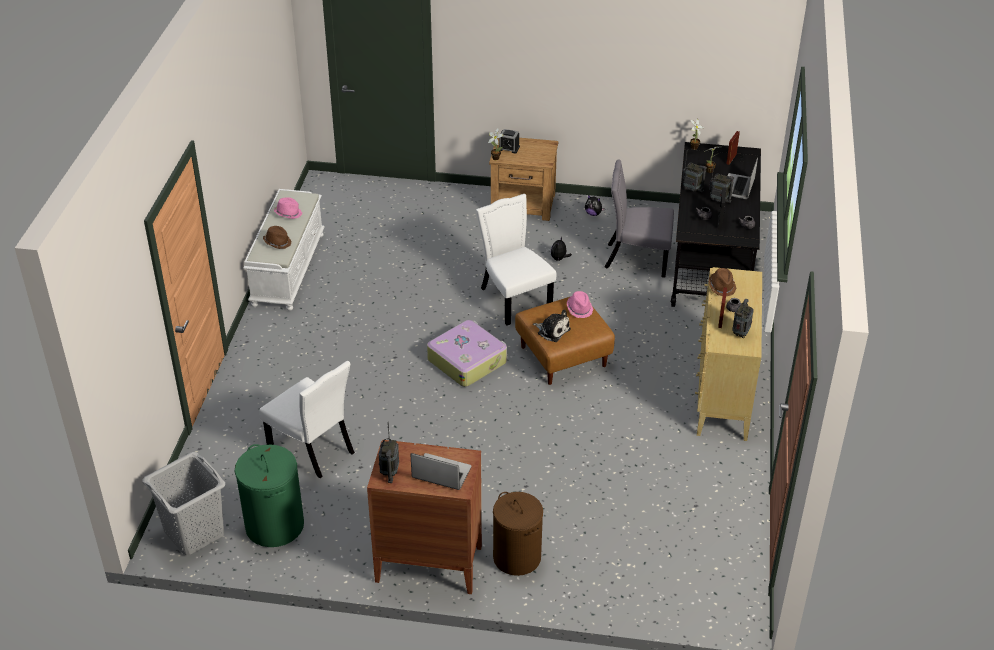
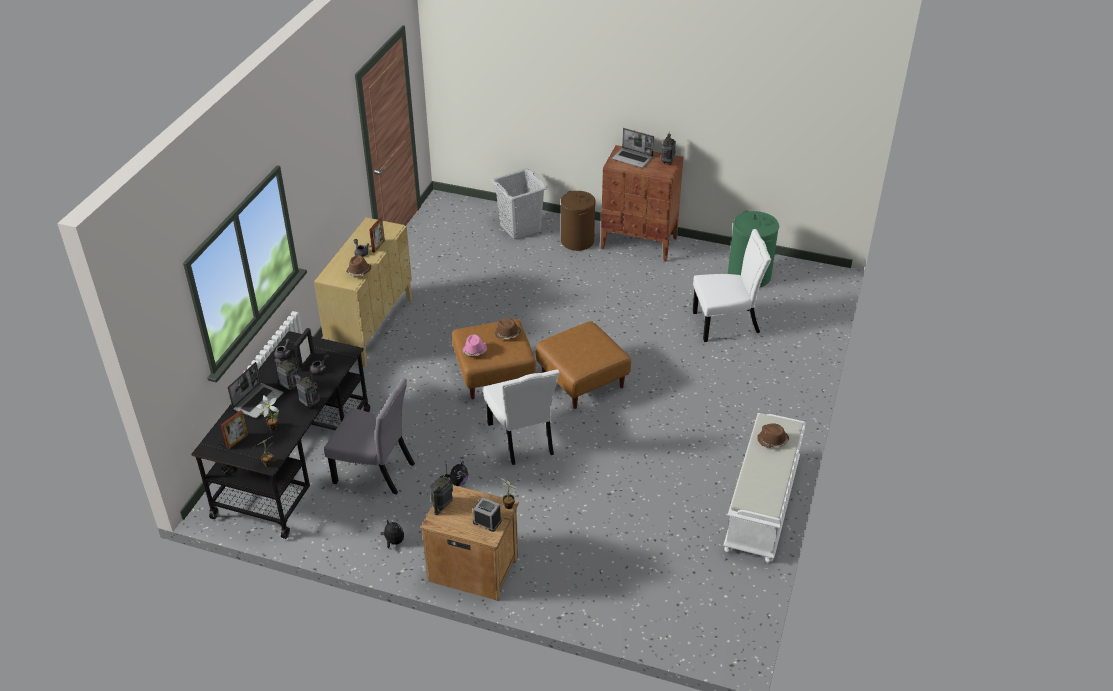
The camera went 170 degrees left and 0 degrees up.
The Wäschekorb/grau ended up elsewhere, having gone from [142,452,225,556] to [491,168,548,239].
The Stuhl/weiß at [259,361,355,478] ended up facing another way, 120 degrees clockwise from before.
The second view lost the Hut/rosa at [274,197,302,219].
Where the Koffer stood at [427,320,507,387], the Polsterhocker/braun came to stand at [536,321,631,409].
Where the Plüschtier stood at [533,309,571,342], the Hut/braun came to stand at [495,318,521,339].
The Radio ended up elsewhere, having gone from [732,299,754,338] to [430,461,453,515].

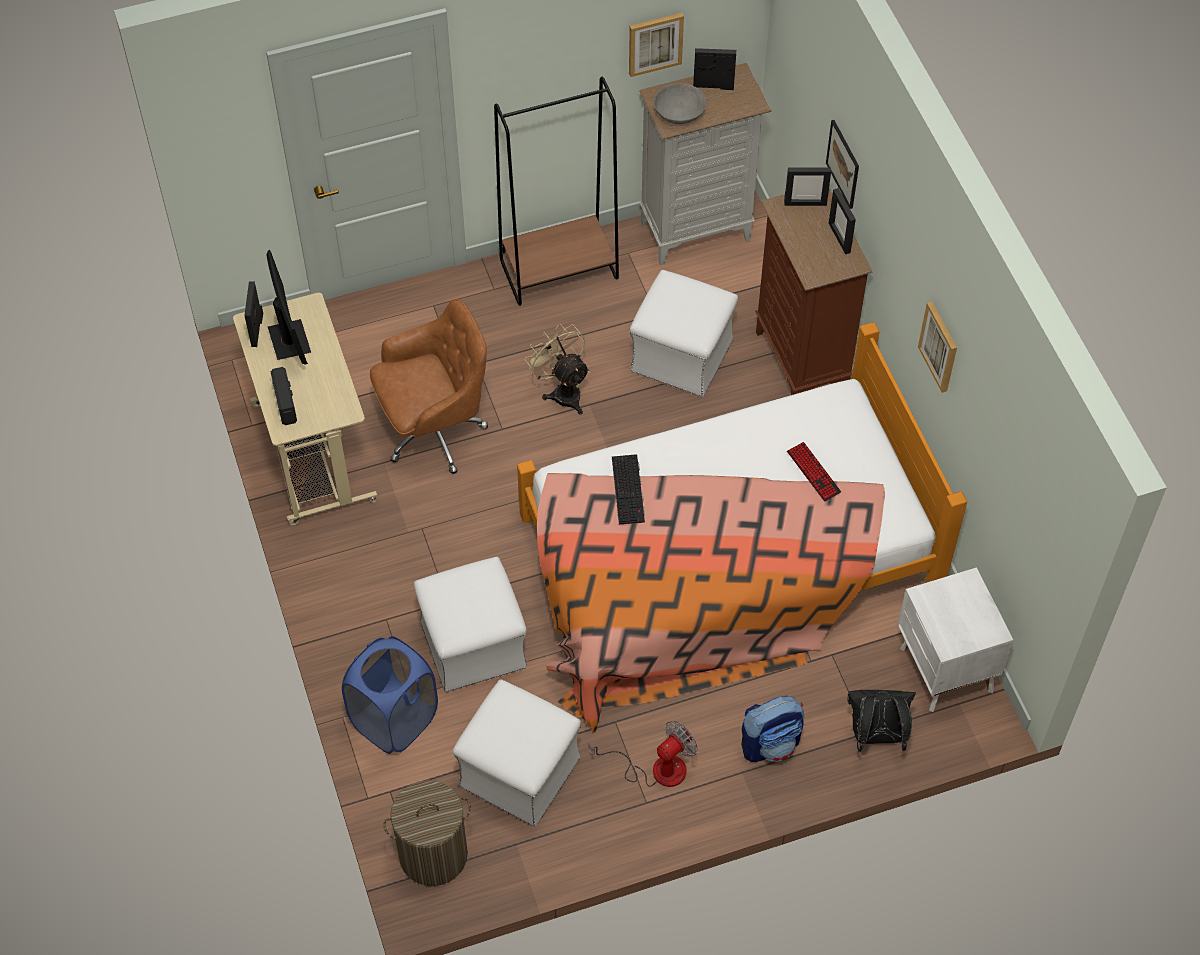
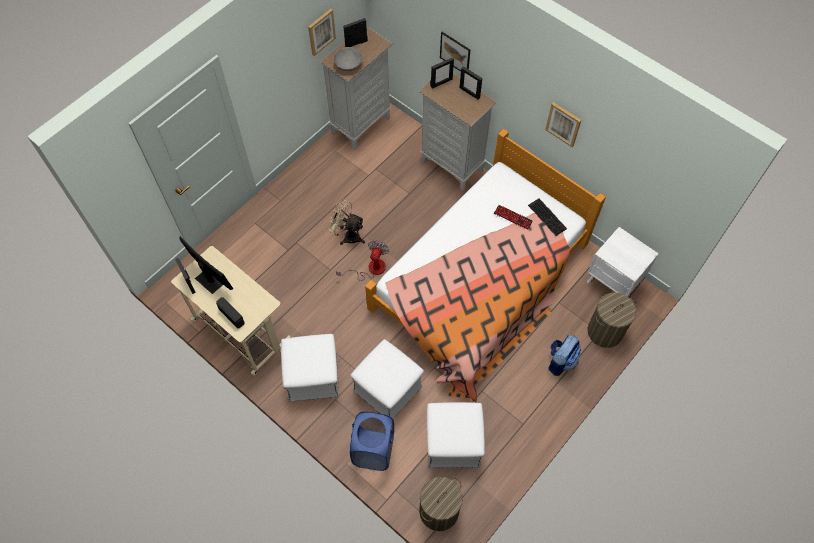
The camera went 30 degrees left and 5 degrees up.
The second view lost the Bürostuhl/braun at [370,299,488,474].
The second view lost the Kleiderständer at [494,77,619,306].
The Ventilator ended up elsewhere, having gone from [589,721,698,787] to [336,240,389,281].
The Tastatur ended up elsewhere, having gone from [612,454,645,524] to [528,198,567,236].
The Polsterhocker/weiß ended up elsewhere, having gone from [630,270,738,397] to [281,334,339,402].
What was the Kommode/braun at [755,188,872,395] turned into the Kommode/weiß at [419,74,496,191].
Where the Rucksack/schwarz stood at [848,690,916,752], the Wäschekorb came to stand at [588,292,637,348].

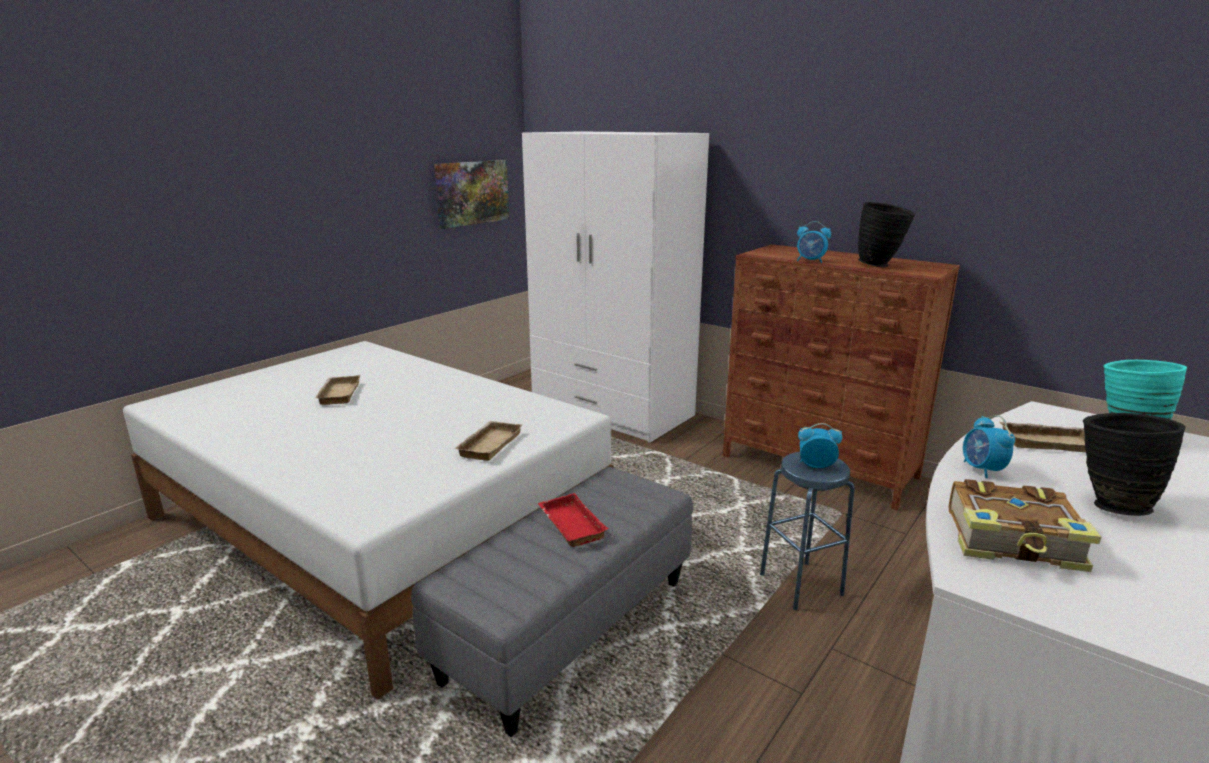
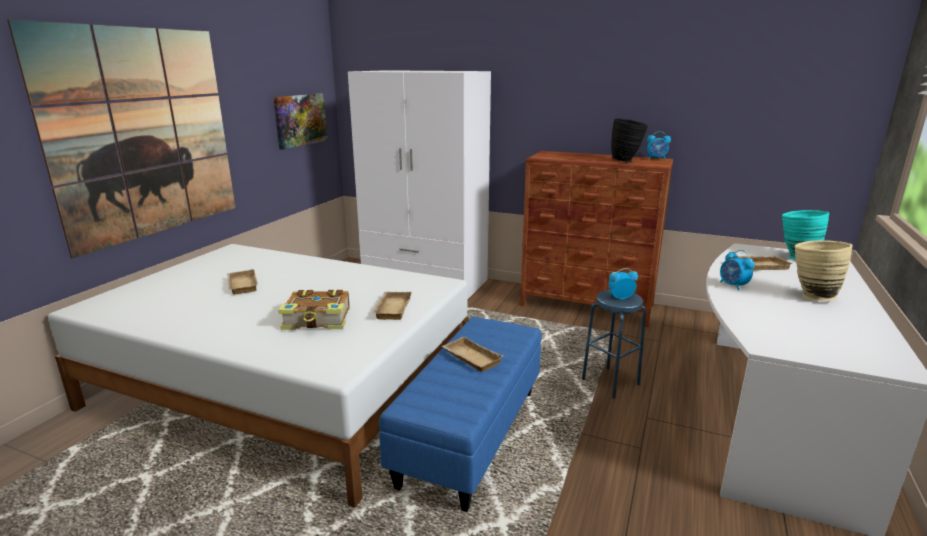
The camera went 15 degrees left and 0 degrees up.
What was the Polsterhocker/grau at [411,467,693,737] turned into the Polsterhocker/blau at [379,317,542,512].
What was the Tablett/rot at [538,493,609,547] turned into the Tablett/beige at [442,336,504,372].
The Wecker ended up elsewhere, having gone from [797,221,831,263] to [647,131,671,160].
The Buch ended up elsewhere, having gone from [949,479,1101,572] to [278,290,350,330].
What was the Vase/schwarz at [1083,413,1186,516] turned into the Vase/beige at [794,240,853,301].
The second view gained the Bild at [7,19,235,259].

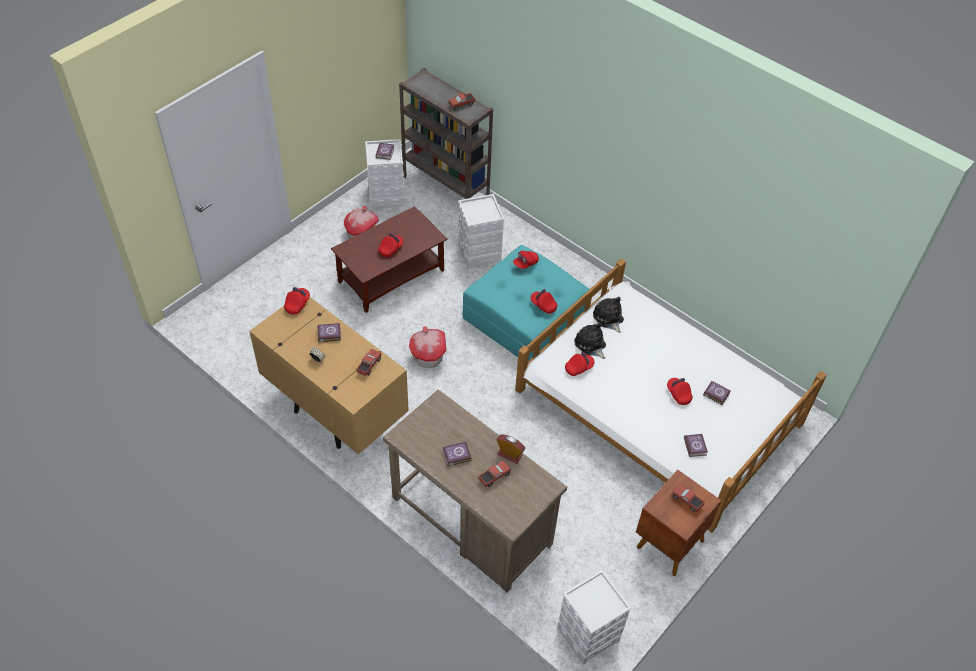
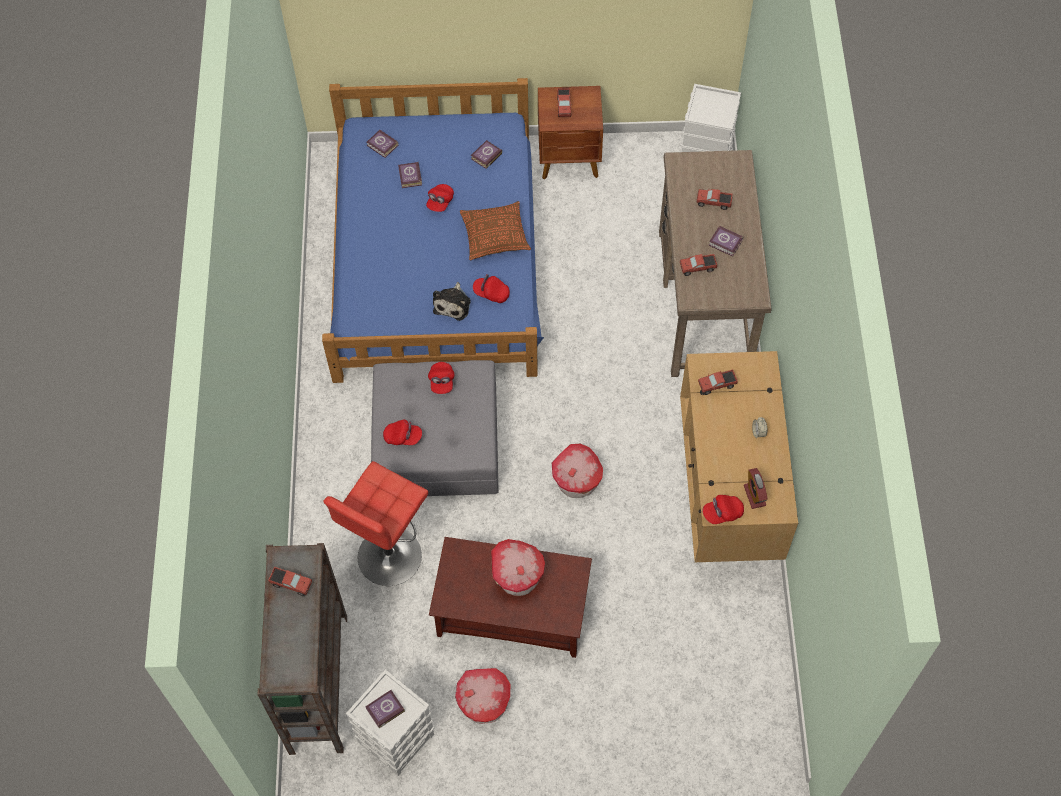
The camera went 130 degrees left and 10 degrees up.
The Buch ended up elsewhere, having gone from [317,323,341,342] to [367,129,398,158].
Where the Kappe/rot stood at [379,233,403,257], the Spielzeughaus came to stand at [491,539,545,596].
Where the Aufbewahrungsbox/weiß stood at [458,194,504,269], the Hocker/rot came to stand at [323,461,428,586].
What was the Polsterhocker/türkis at [463,245,590,361] turned into the Polsterhocker/grau at [371,360,499,496].
The Wecker ended up elsewhere, having gone from [497,435,525,464] to [744,468,767,509].
What was the Bett/weiß at [515,259,827,533] turned into the Bett/blau at [322,78,544,383].
The second view lost the Plüschtier at [593,297,624,333].
The second view gained the Kissen/braun at [460,201,531,260].
The second view gained the Spielzeuglaster at [680,254,717,276].

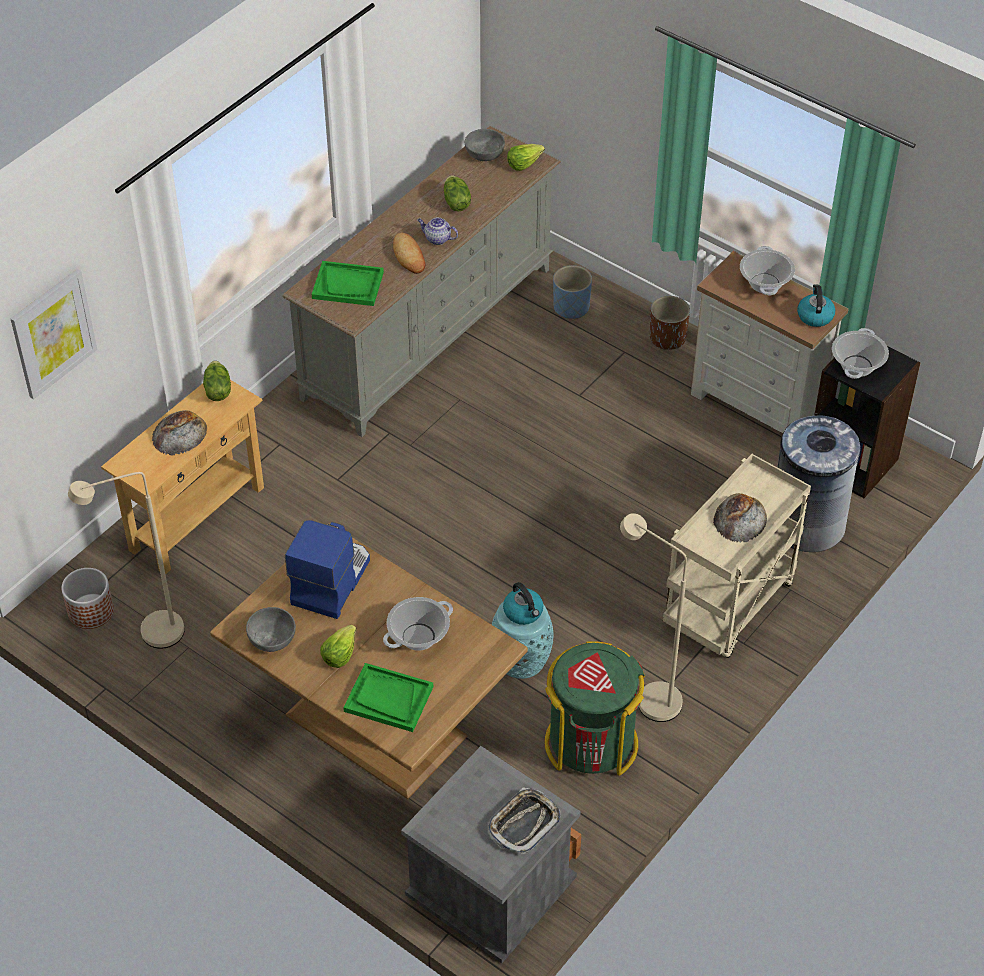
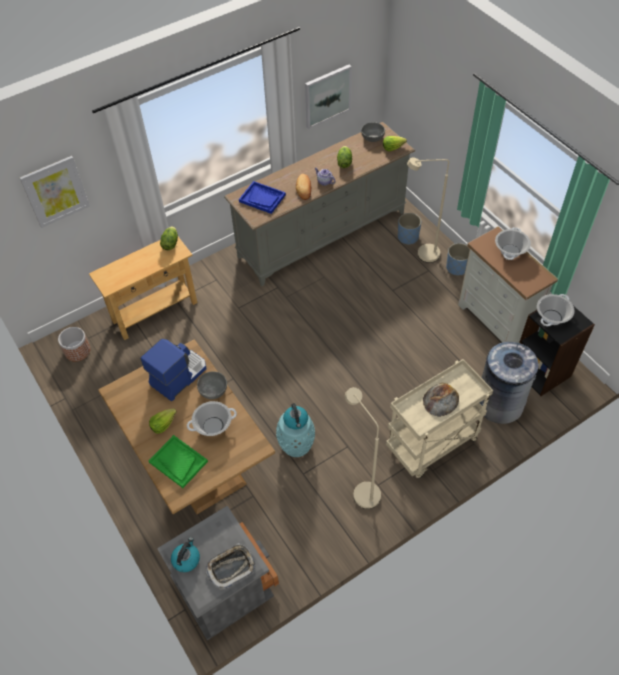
The camera went 20 degrees right and 5 degrees up.
The Stehlampe/beige ended up elsewhere, having gone from [68,472,184,649] to [407,157,449,263].
The second view lost the Brot at [152,410,207,456].
The Schüssel/grau ended up elsewhere, having gone from [246,607,296,652] to [197,371,227,399].
What was the Tablett/grün at [312,261,384,306] turned into the Tablett/blau at [239,181,286,214].
The second view lost the Mülleimer/grün at [545,641,645,776].
What was the Pflanzkübel/braun at [650,296,690,350] turned into the Pflanzkübel/blau at [446,243,470,275].
The Wasserkessel ended up elsewhere, having gone from [797,284,835,327] to [171,537,200,572].
The second view gained the Bild at [305,64,352,129].

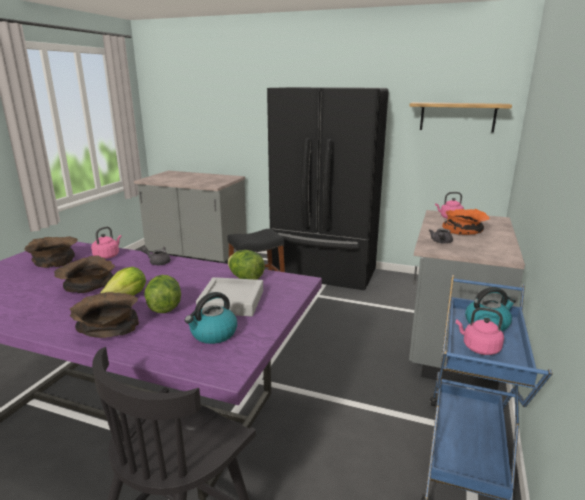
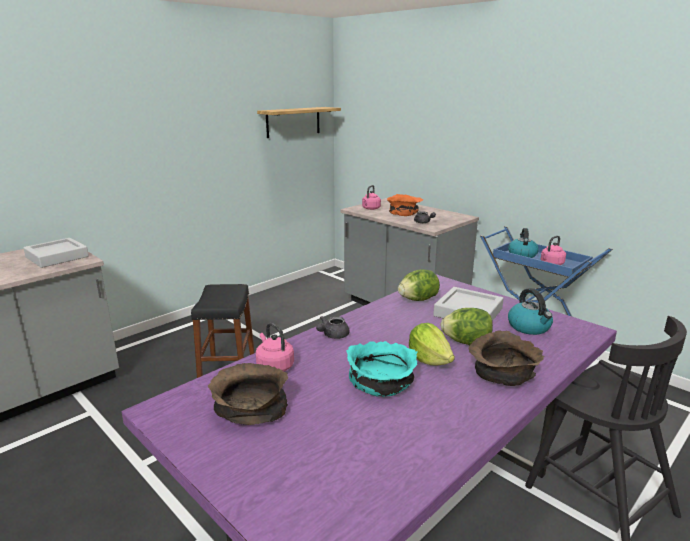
The camera went 65 degrees left and 0 degrees up.
What was the Schüssel/braun at [54,255,115,293] turned into the Schüssel/türkis at [346,341,418,397].
The second view lost the Kühlschrank/schwarz at [267,87,389,290].
The second view gained the Tablett/grau at [23,238,89,268].

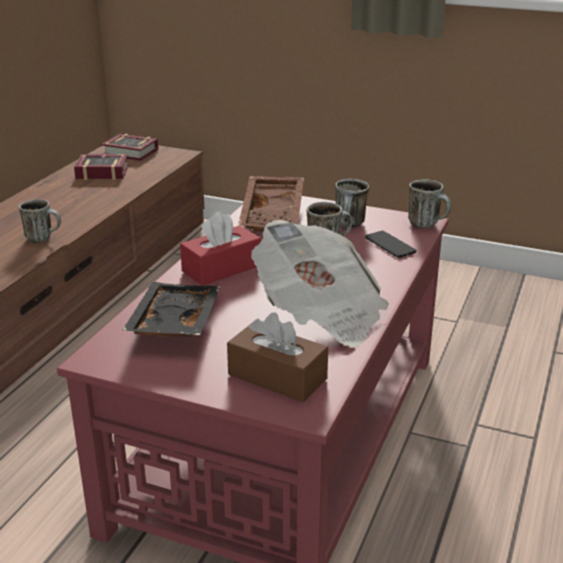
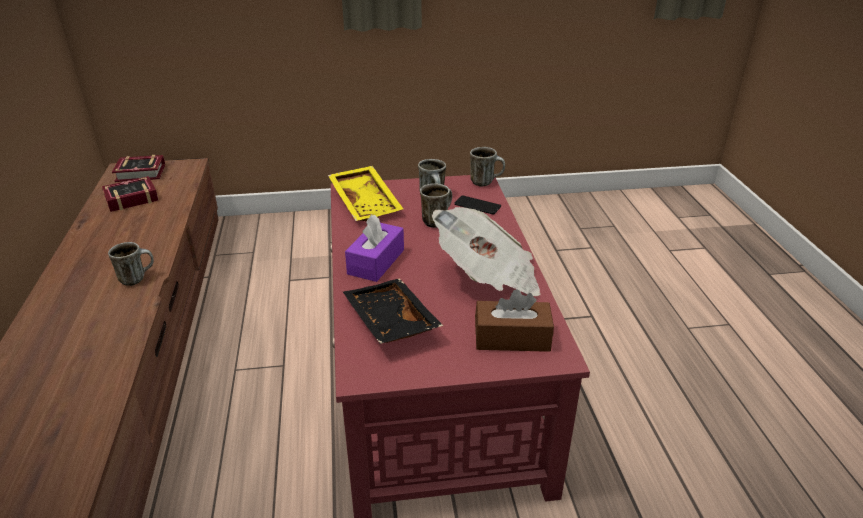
The camera went 30 degrees left and 5 degrees up.
What was the Taschentuchbox/rot at [180,211,261,286] turned into the Taschentuchbox/lila at [345,215,404,282].
What was the Tablett/braun at [238,176,304,231] turned into the Tablett/gelb at [328,166,403,222].

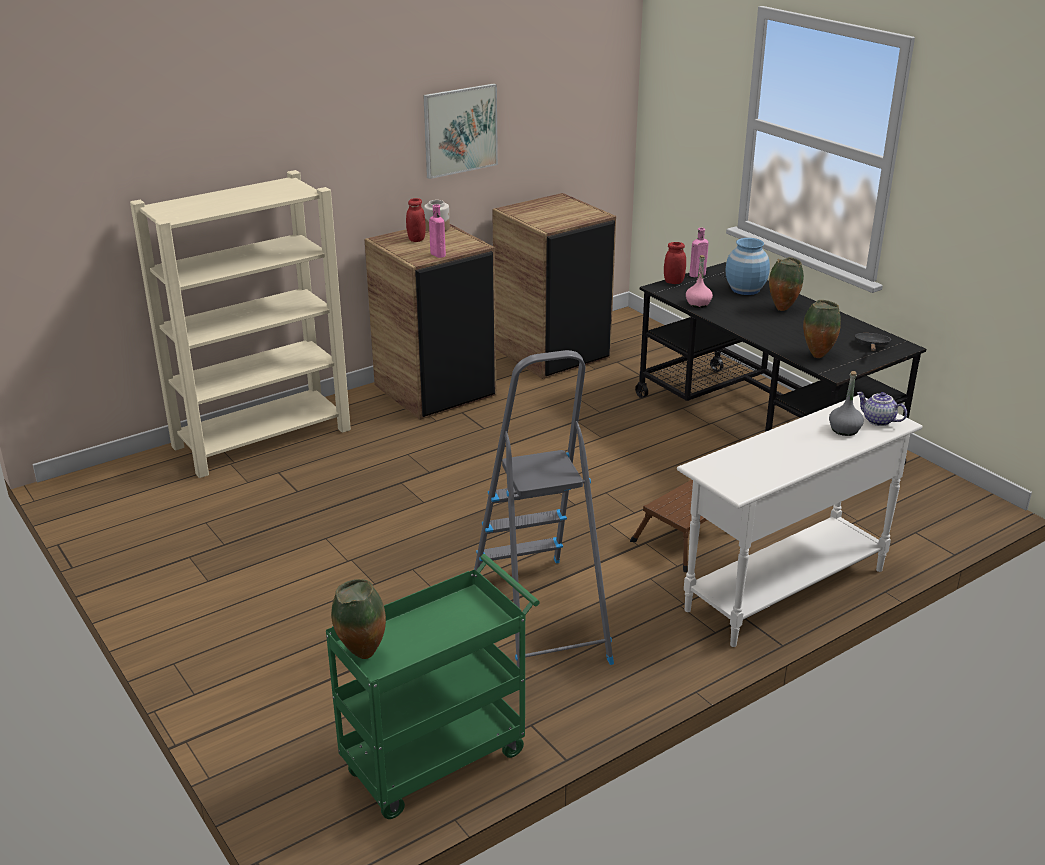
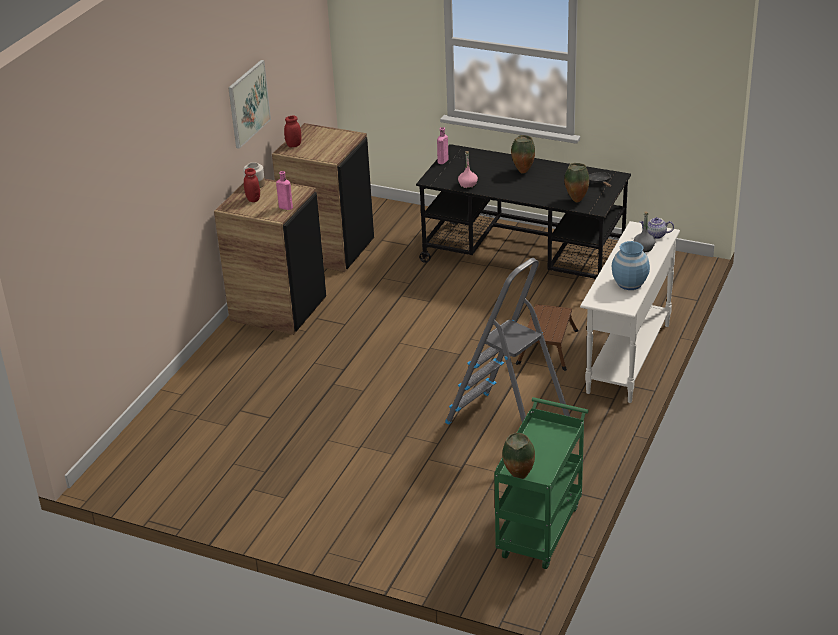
The camera went 30 degrees left and 5 degrees up.
The second view lost the Bücherregal/beige at [130,170,351,478].
The Vorratsglas/rot ended up elsewhere, having gone from [664,242,686,284] to [284,116,301,147].
The Vase/blau ended up elsewhere, having gone from [726,238,770,295] to [612,241,650,290].

